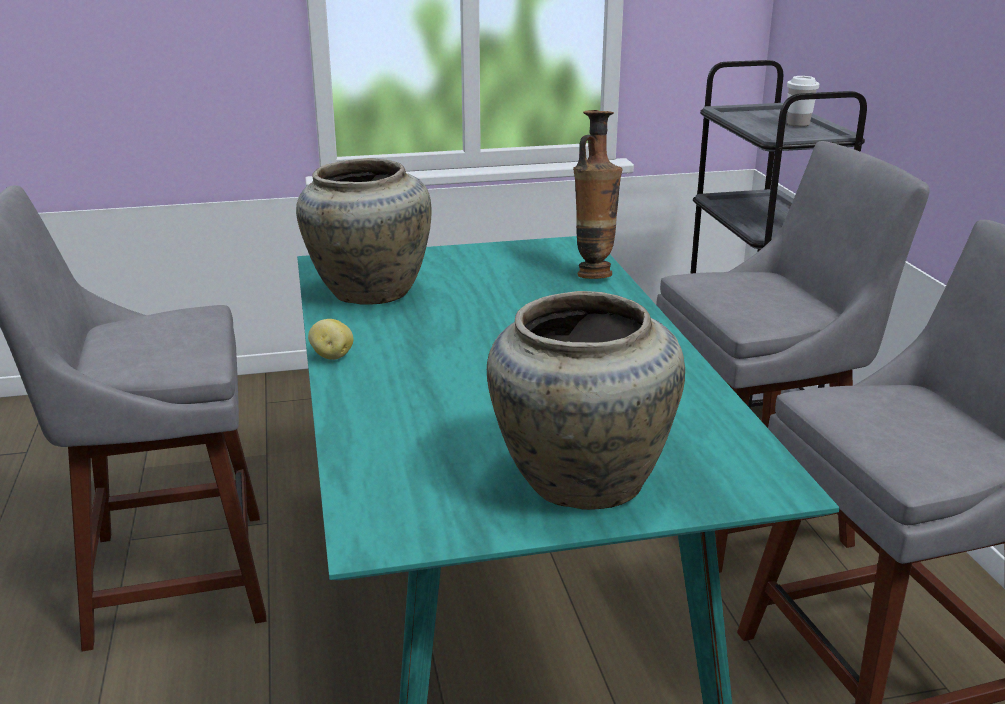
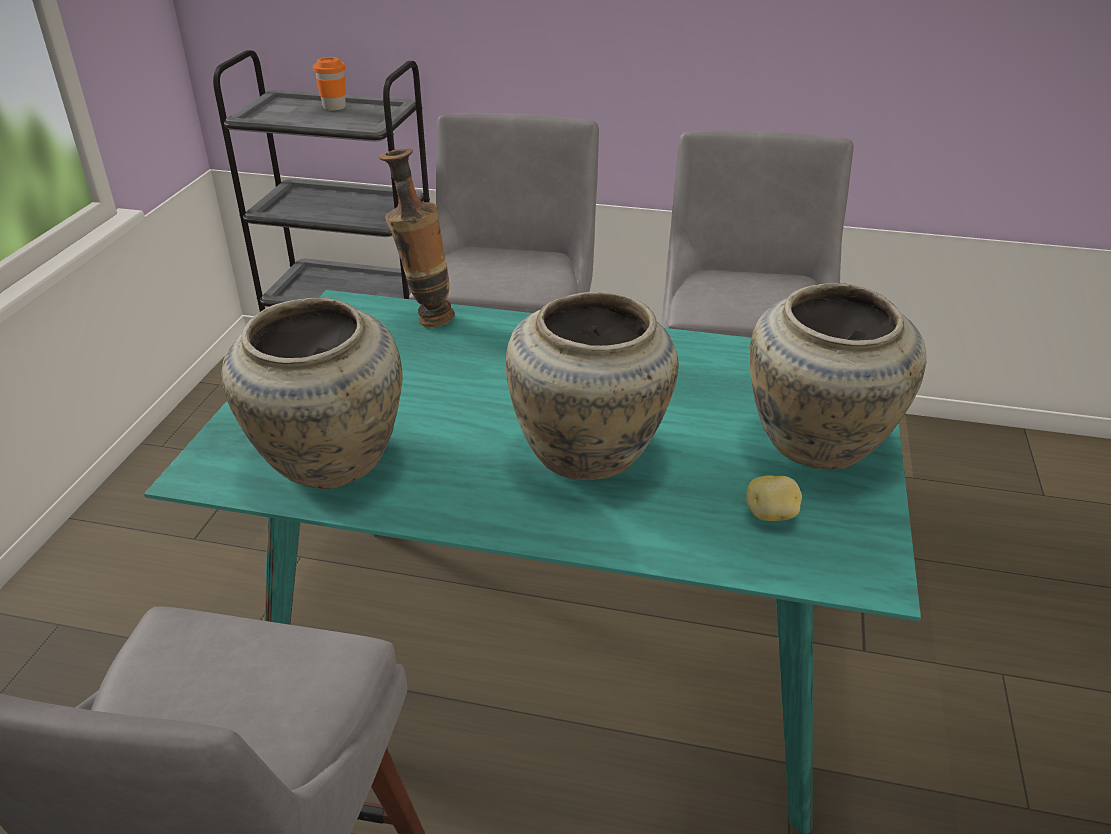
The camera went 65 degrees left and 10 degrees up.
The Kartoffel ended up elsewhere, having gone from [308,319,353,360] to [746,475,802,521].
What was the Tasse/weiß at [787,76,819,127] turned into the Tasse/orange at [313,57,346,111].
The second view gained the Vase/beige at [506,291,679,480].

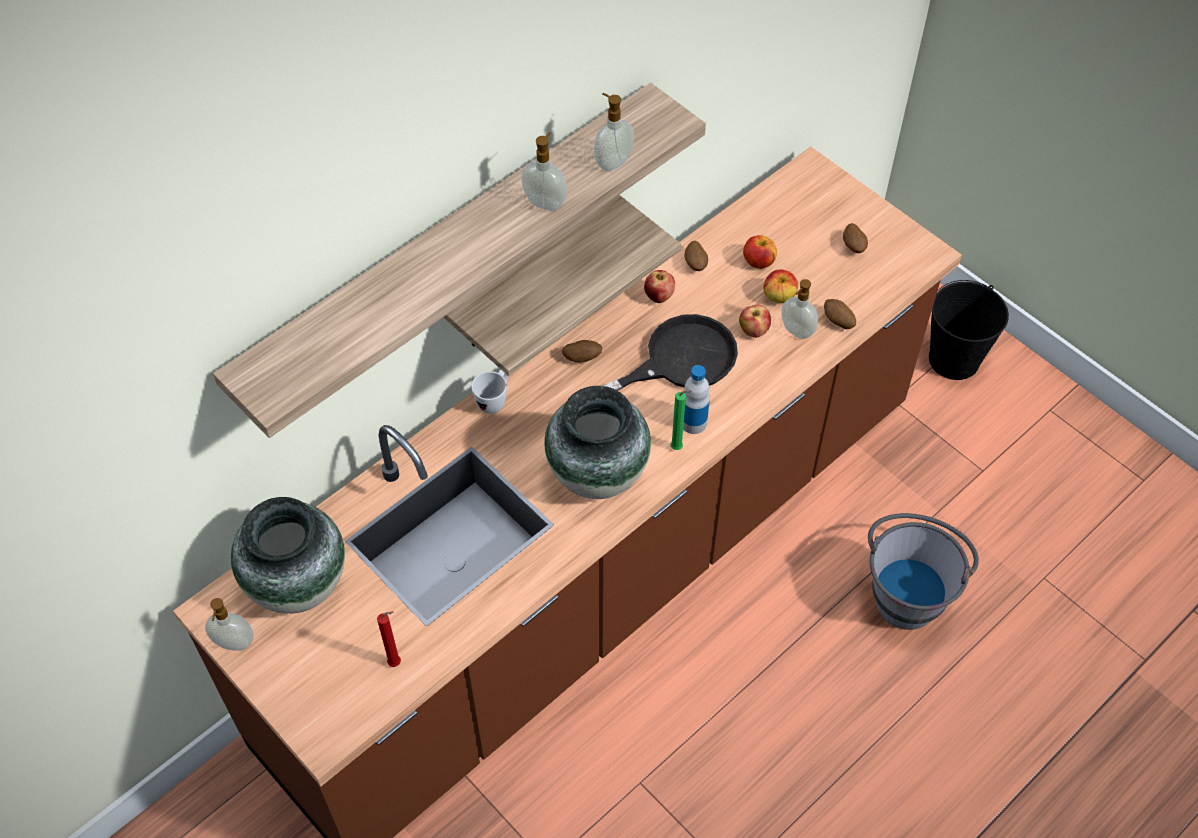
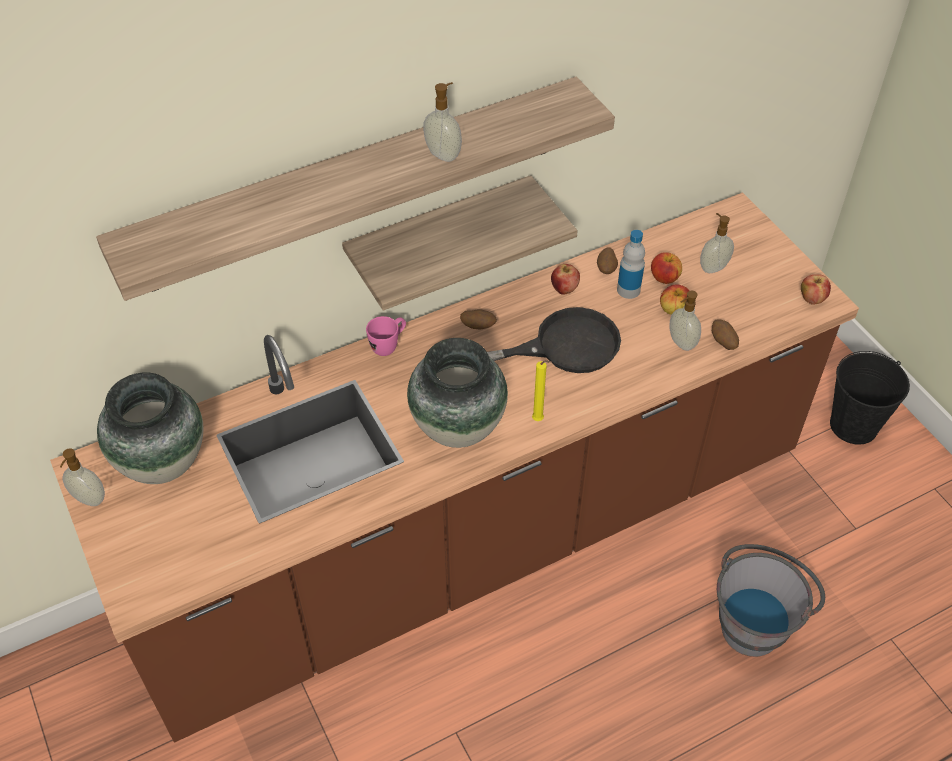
The camera went 15 degrees right and 5 degrees down.
The second view lost the Kerze/rot at [377,611,401,667].
What was the Henkelbecher/weiß at [471,370,509,414] turned into the Henkelbecher/rosa at [366,316,406,356].
The Seifenspender ended up elsewhere, having gone from [594,93,634,171] to [700,213,734,273].
What was the Kerze/grün at [671,391,692,450] turned into the Kerze/gelb at [532,360,552,421].
The Flasche ended up elsewhere, having gone from [683,365,710,434] to [617,230,645,299].
The Apfel ended up elsewhere, having gone from [739,305,771,338] to [801,274,831,305].
The second view lost the Kartoffel at [843,223,868,253].

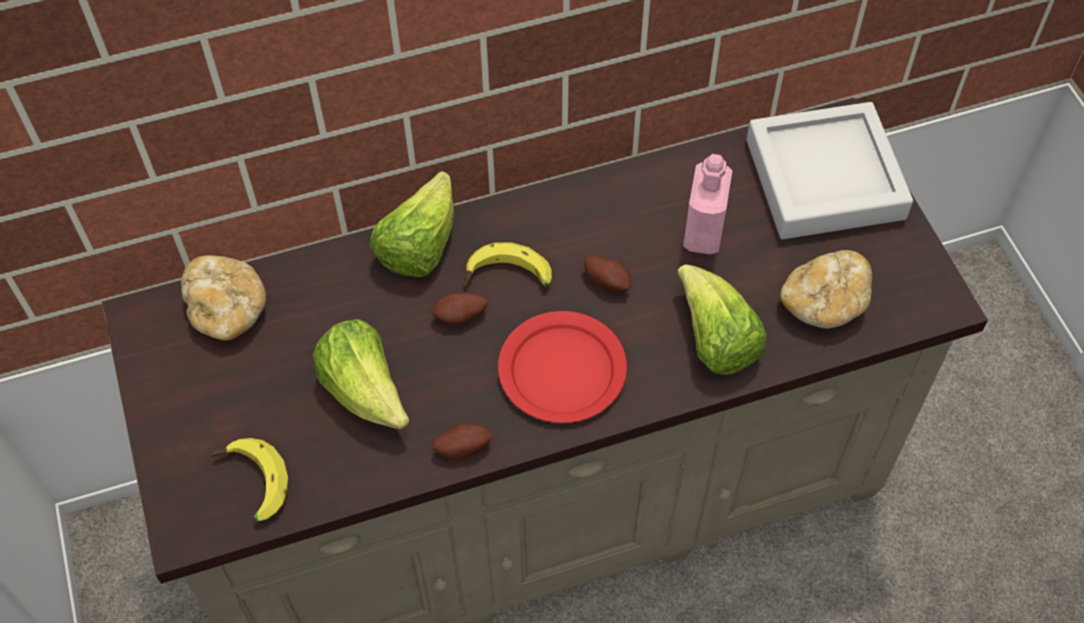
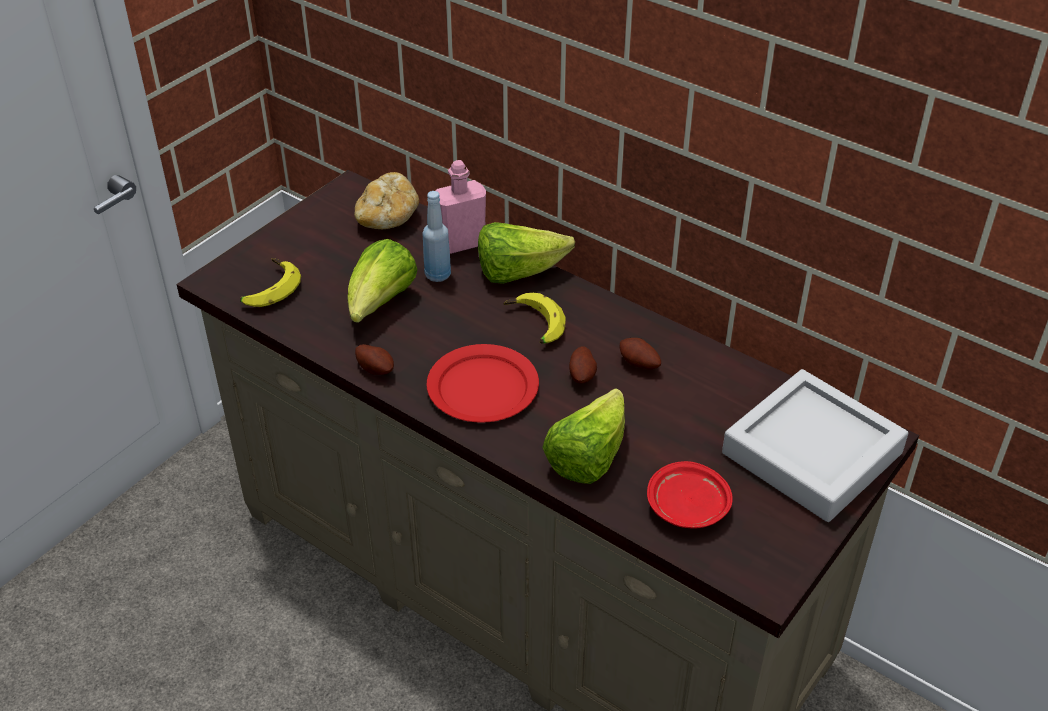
The camera went 55 degrees right and 15 degrees down.
The Kartoffel ended up elsewhere, having gone from [432,292,488,325] to [620,338,661,370].
The Flasche/rosa ended up elsewhere, having gone from [683,154,732,255] to [435,160,486,254].
Where the Brot stood at [780,250,872,329], the Teller/rot came to stand at [647,461,733,529].
The second view gained the Flasche/blau at [422,191,451,282].

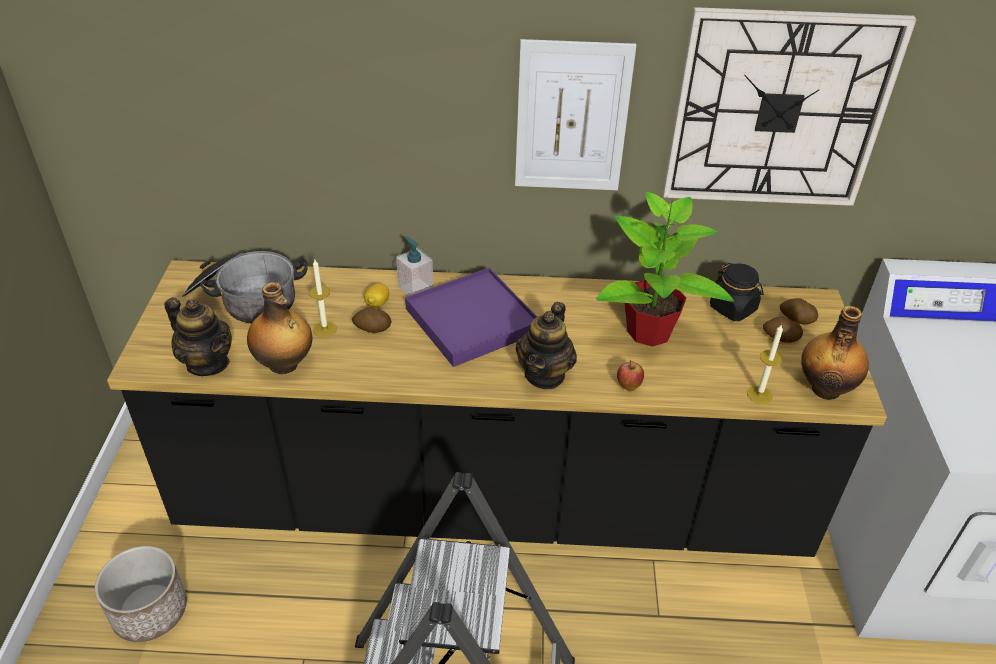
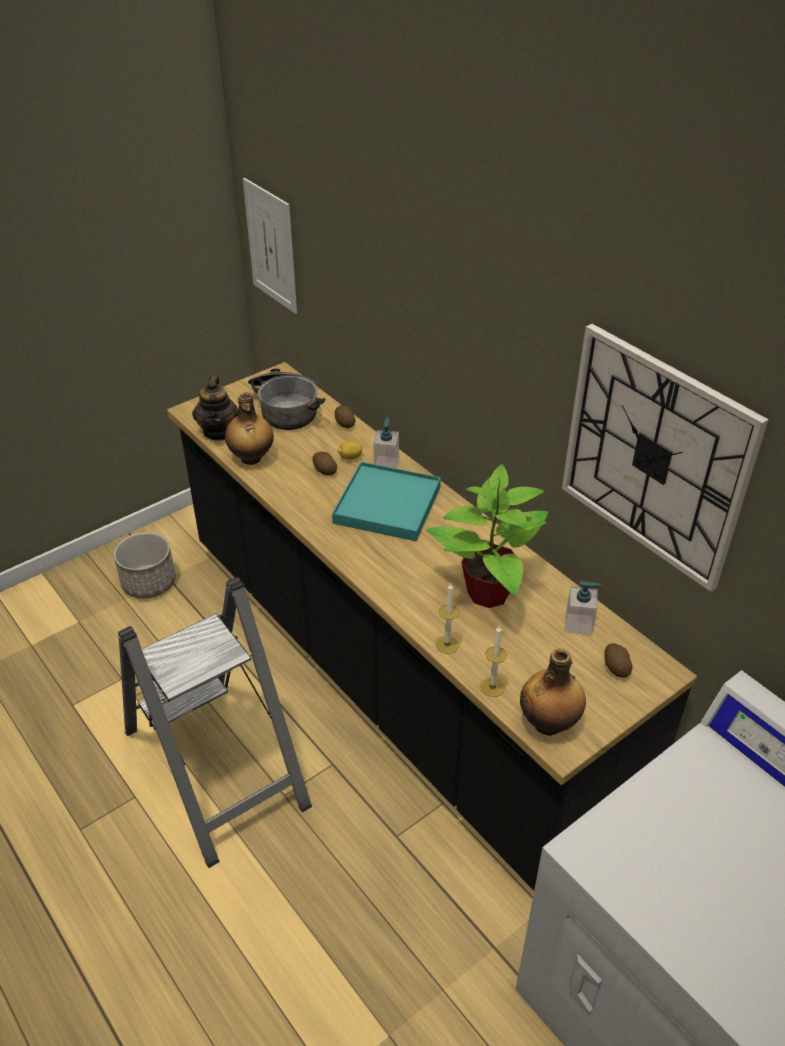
The camera went 50 degrees right and 0 degrees up.
The Kerze ended up elsewhere, having gone from [309,260,337,337] to [436,583,459,654].
What was the Tablett/lila at [405,268,537,367] turned into the Tablett/türkis at [332,462,441,541].
The Bild ended up elsewhere, having gone from [515,39,636,190] to [243,178,297,314].
The second view lost the Teekanne at [515,302,577,389].
The second view lost the Apfel at [617,360,644,391].
Where the Vorratsglas/schwarz stood at [710,262,764,321], the Seifenspender came to stand at [565,581,601,635].
The Kartoffel ended up elsewhere, having gone from [763,316,803,343] to [335,405,355,428].

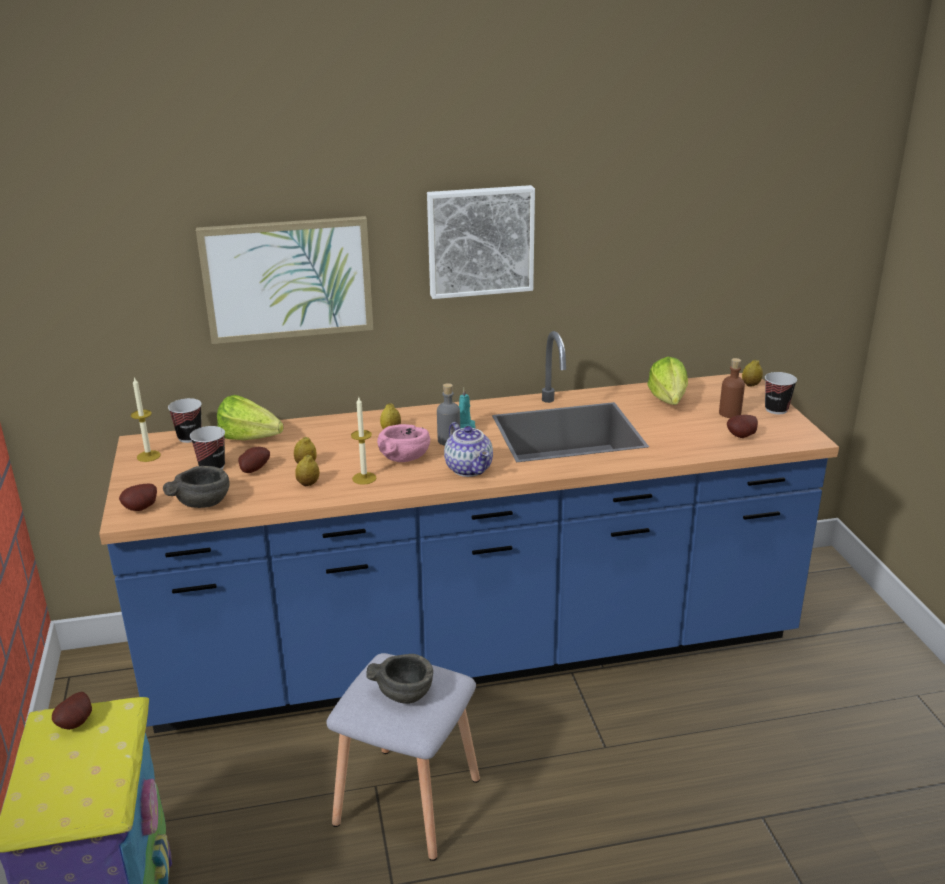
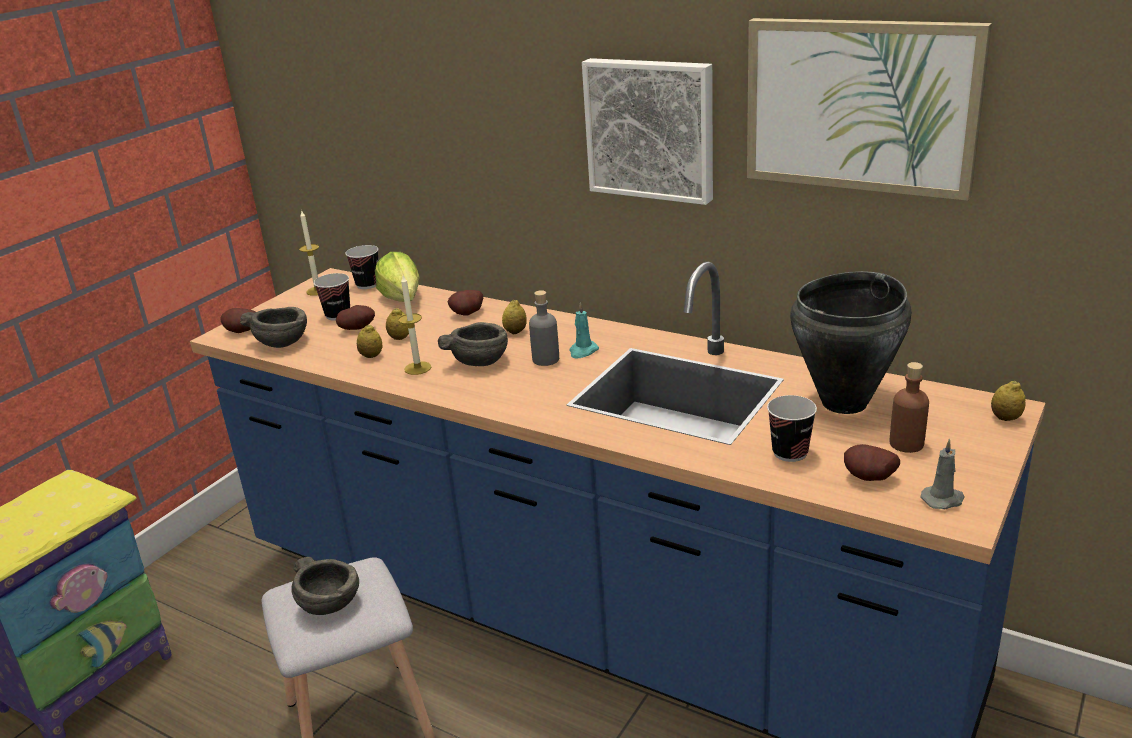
The camera went 45 degrees right and 0 degrees up.
The Kartoffel ended up elsewhere, having gone from [52,692,92,730] to [447,290,483,316].
The Bild ended up elsewhere, having gone from [196,216,374,344] to [747,18,992,201].
What was the Schüssel/rosa at [377,424,430,462] turned into the Schüssel/grau at [438,322,508,366].
The second view lost the Teekanne at [444,422,493,477].
Where the Salatkopf stood at [647,357,688,405], the Kochtopf/schwarz came to stand at [790,271,911,414].
The Tasse ended up elsewhere, having gone from [765,372,797,414] to [767,395,817,462].
The second view gained the Kerze/grau at [921,439,965,510].

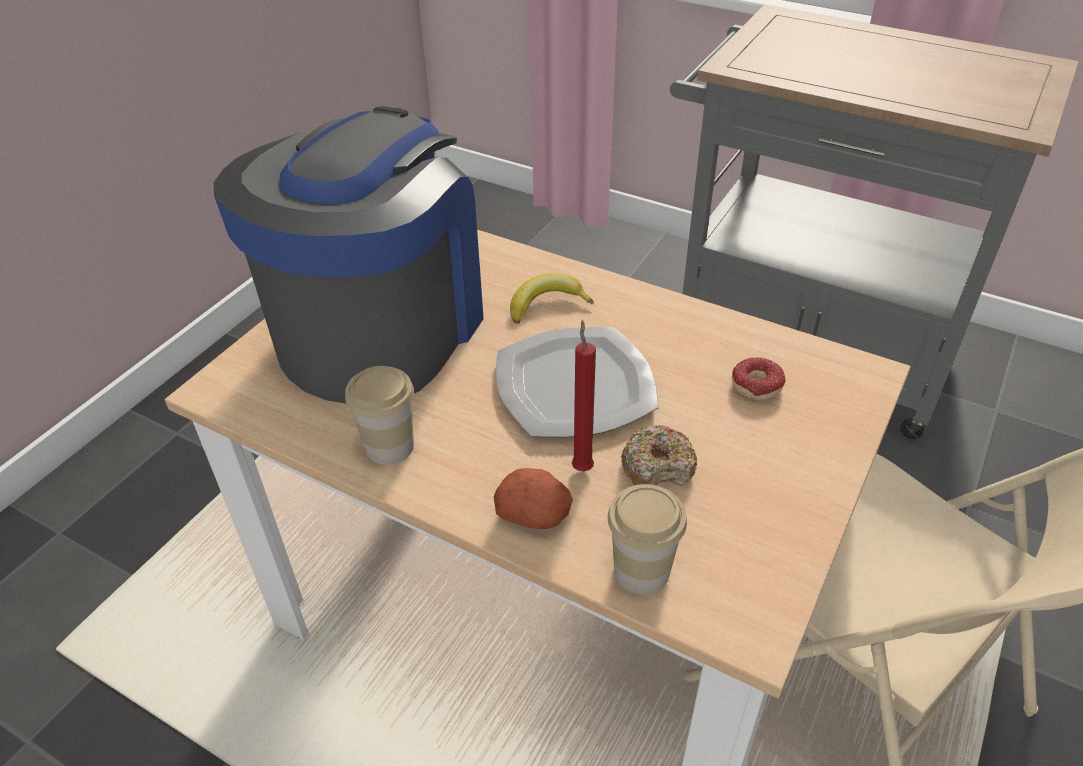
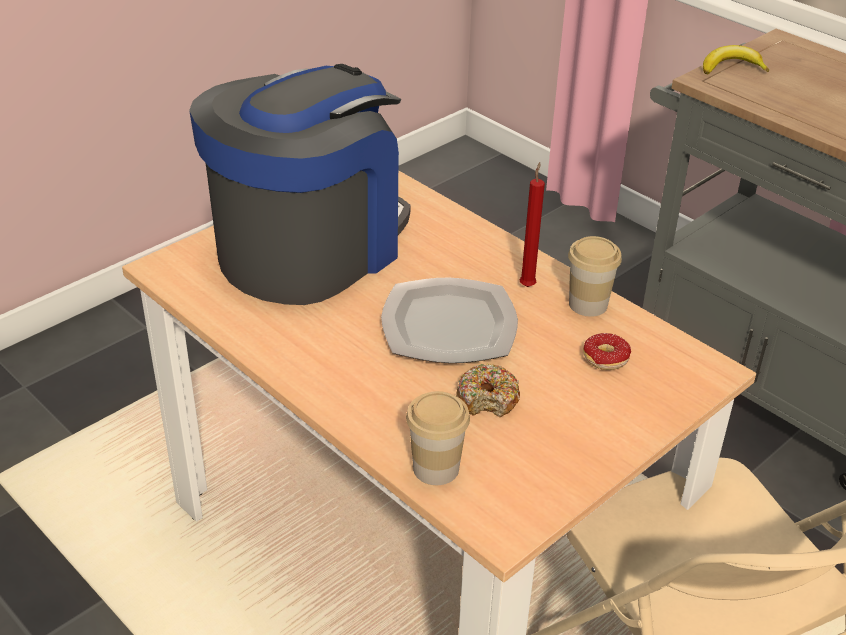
The camera went 15 degrees right and 5 degrees down.
The Tasse ended up elsewhere, having gone from [345,366,414,465] to [568,236,622,317].
The second view lost the Kartoffel at [494,468,573,529].
The Banane ended up elsewhere, having gone from [510,273,594,324] to [703,45,769,74].
The Kerze/rot ended up elsewhere, having gone from [572,320,596,471] to [520,162,545,287].

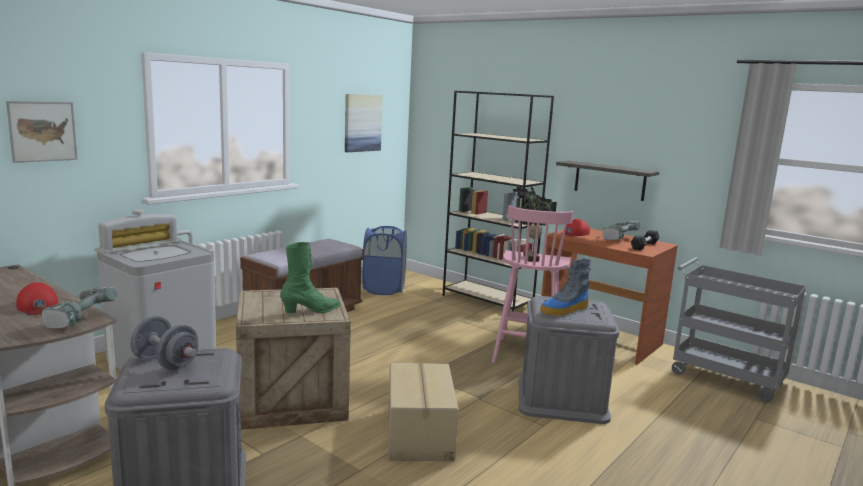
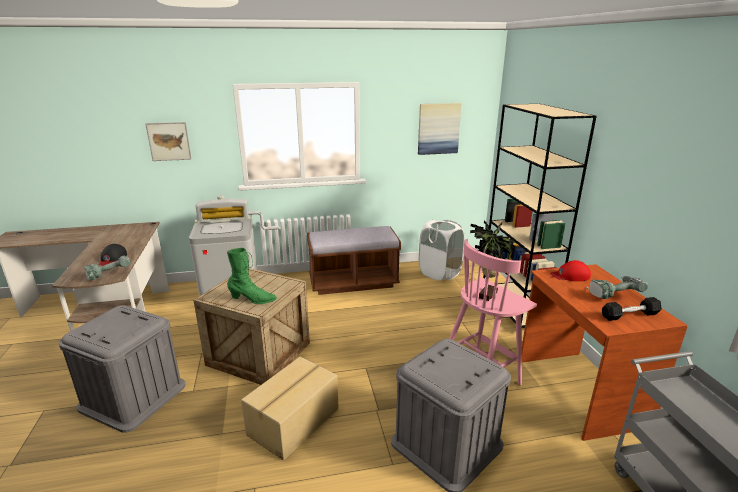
The camera went 40 degrees right and 10 degrees up.
What was the Kappe/rot at [16,282,58,315] turned into the Kappe/schwarz at [99,244,127,265].
The second view lost the Hantel/grau at [130,316,198,371].
What was the Wäschekorb/blau at [362,226,407,295] turned into the Wäschekorb/weiß at [419,220,465,281].
The second view lost the Stiefel at [540,259,591,316].
The second view lost the Wandregal at [556,161,659,201].

